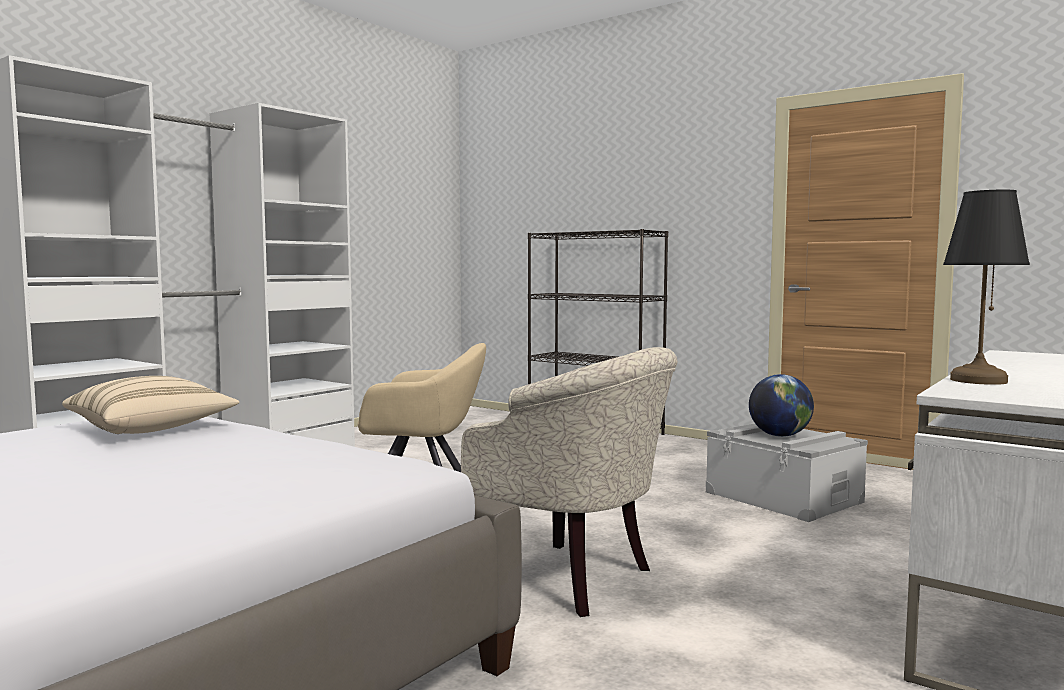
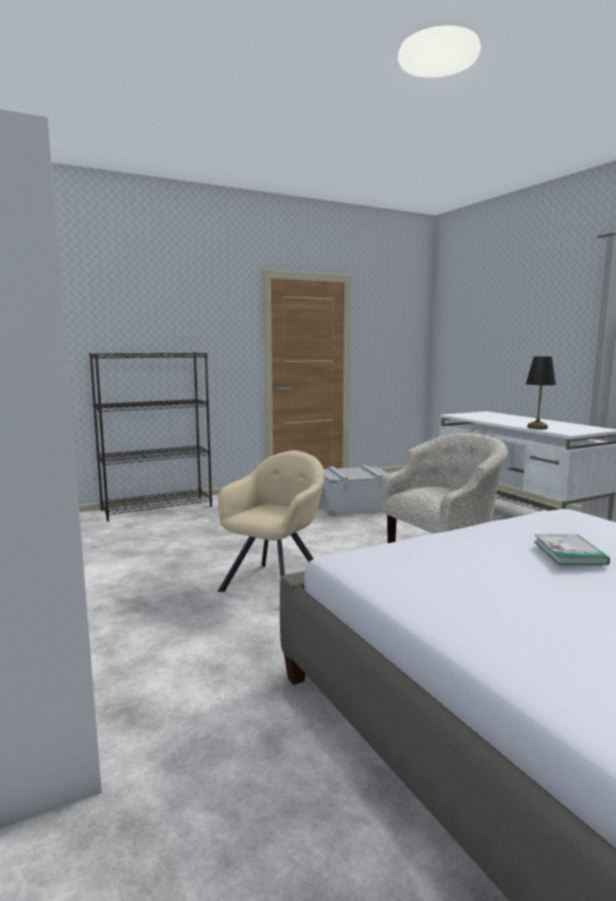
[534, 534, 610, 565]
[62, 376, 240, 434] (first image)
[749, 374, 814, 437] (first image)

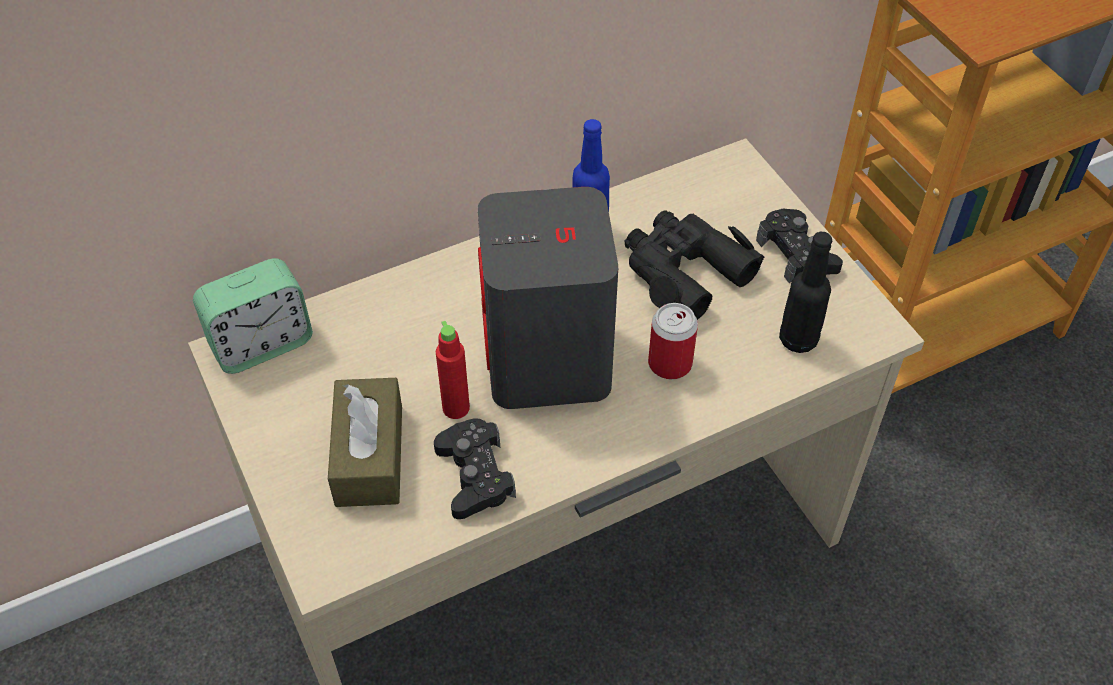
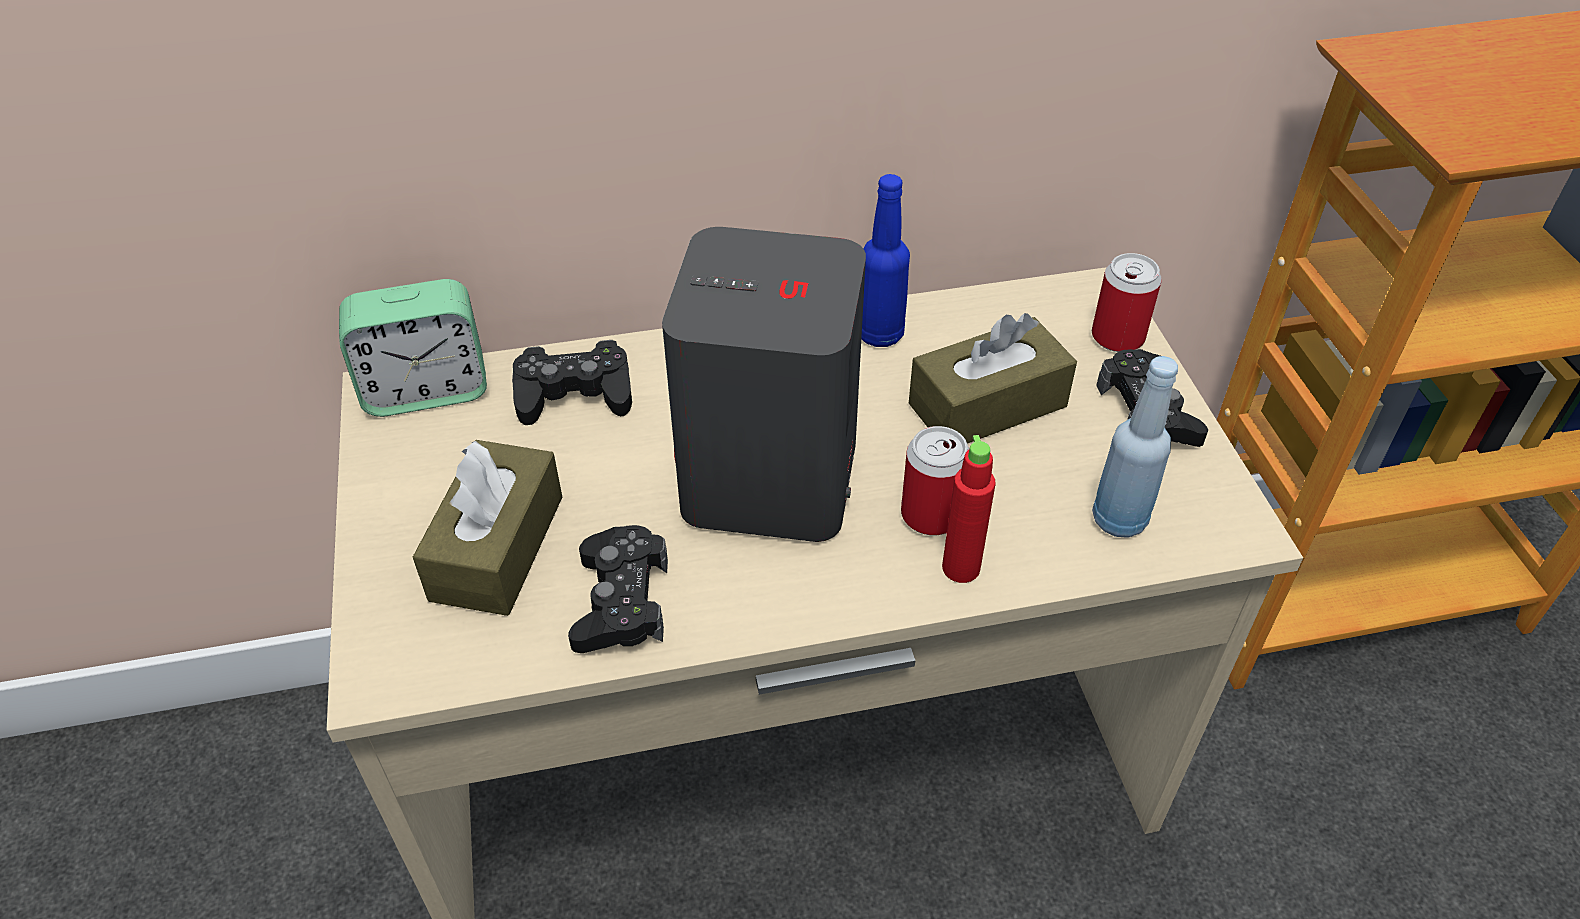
[512, 340, 632, 425]
[909, 313, 1077, 444]
[942, 435, 996, 583]
[1092, 253, 1162, 352]
[1092, 356, 1178, 538]

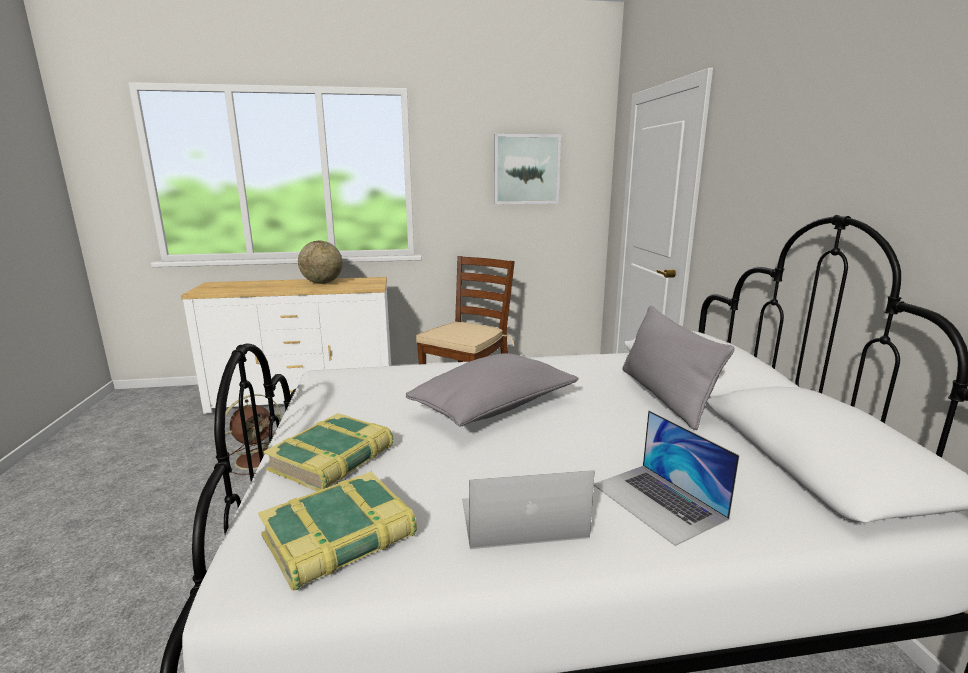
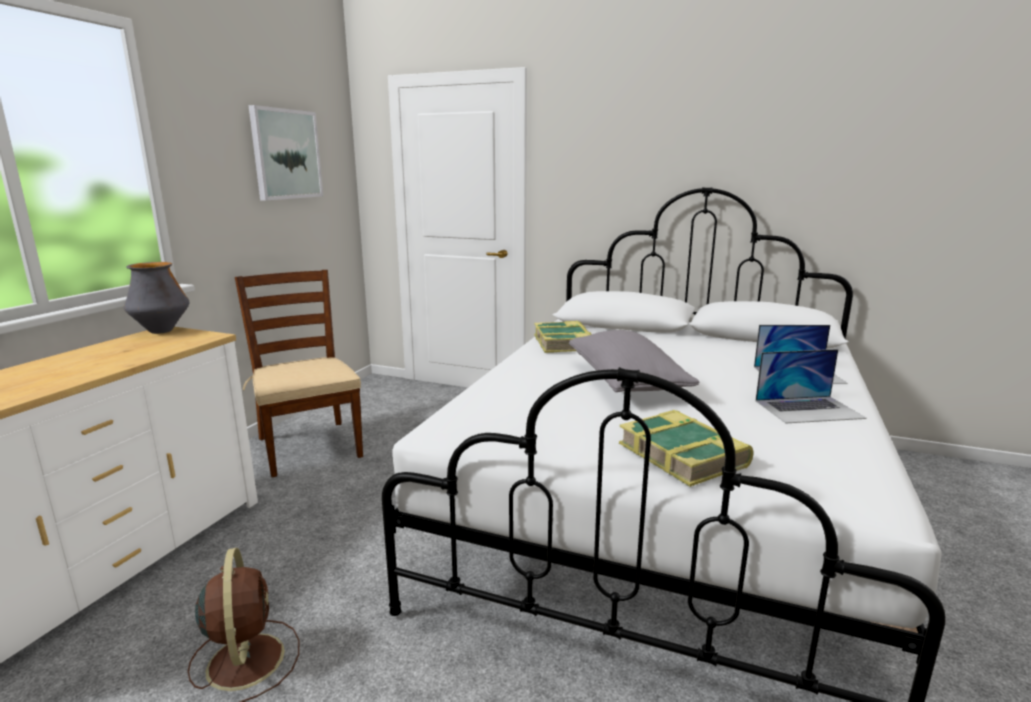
[124, 262, 190, 334]
[534, 321, 592, 353]
[755, 349, 867, 423]
[298, 241, 343, 284] (first image)
[622, 305, 735, 430] (first image)

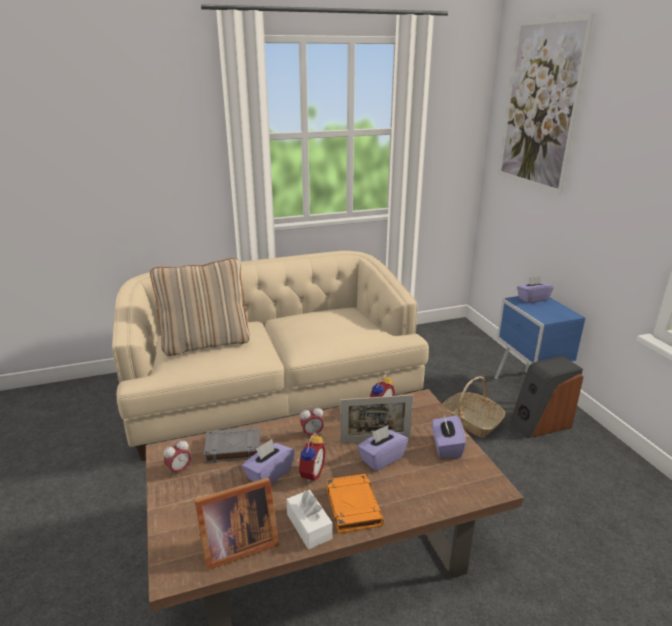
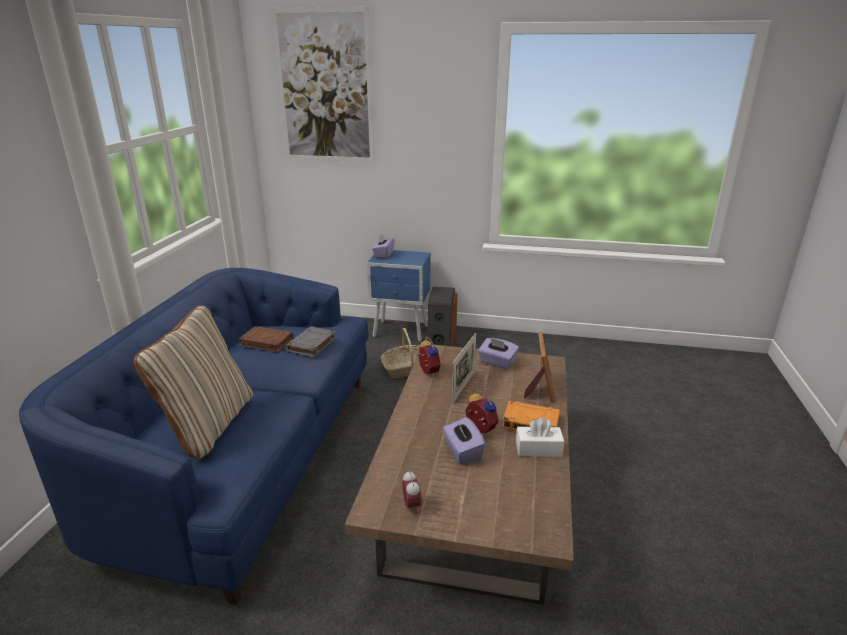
[19, 268, 369, 605]
[239, 326, 293, 352]
[285, 326, 336, 357]
[524, 332, 555, 402]
[300, 406, 324, 438] (first image)
[357, 425, 408, 471] (first image)

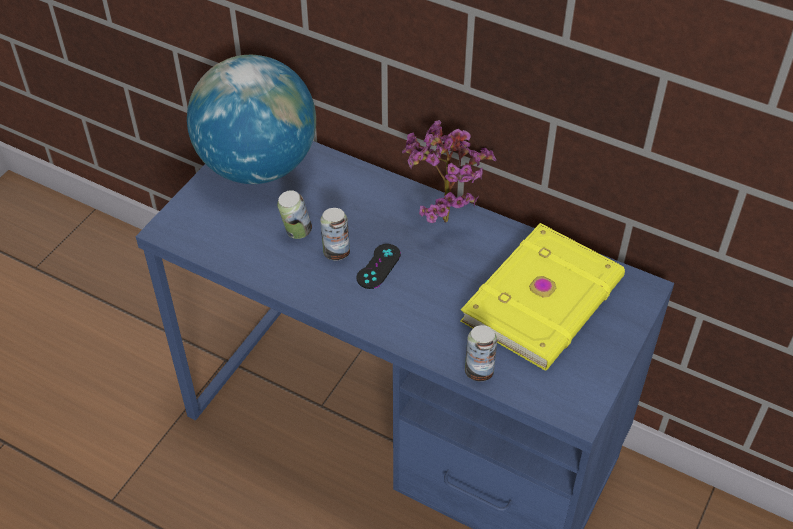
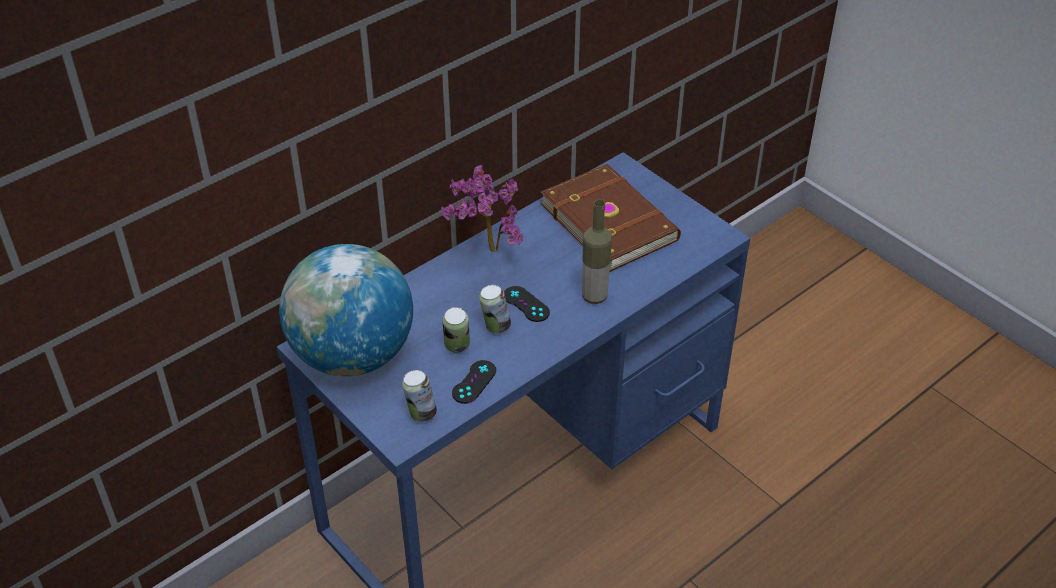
[402, 370, 437, 422]
[452, 360, 496, 404]
[540, 164, 681, 272]
[582, 200, 612, 304]

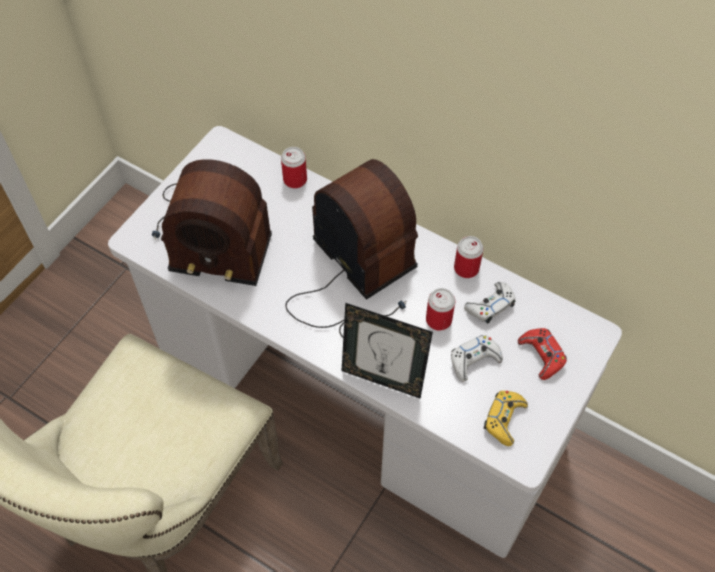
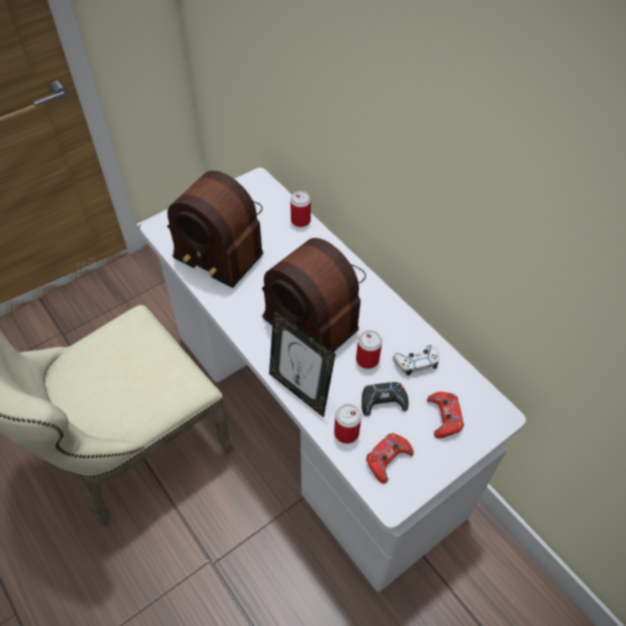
[262, 238, 366, 352]
[334, 404, 362, 444]
[362, 382, 408, 416]
[366, 433, 414, 484]

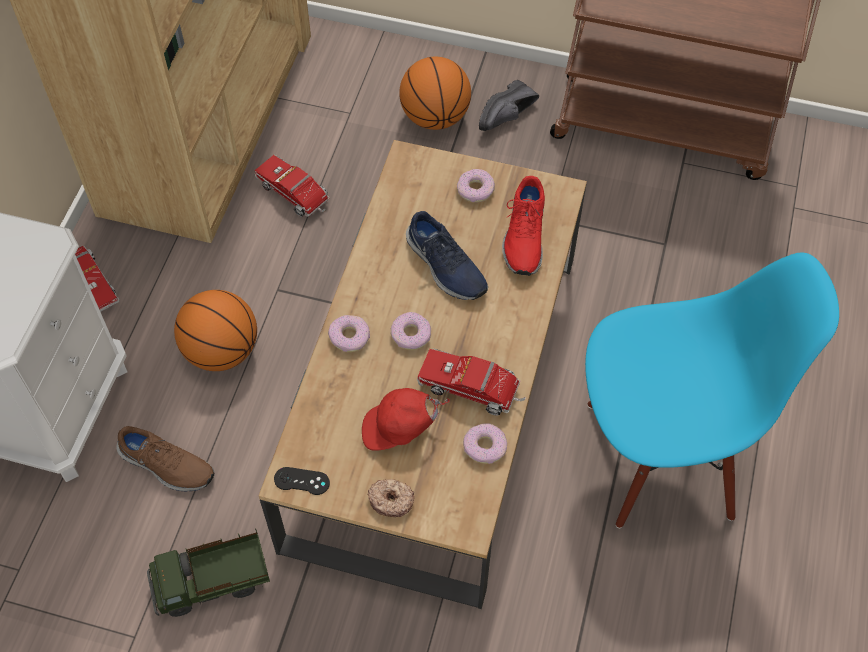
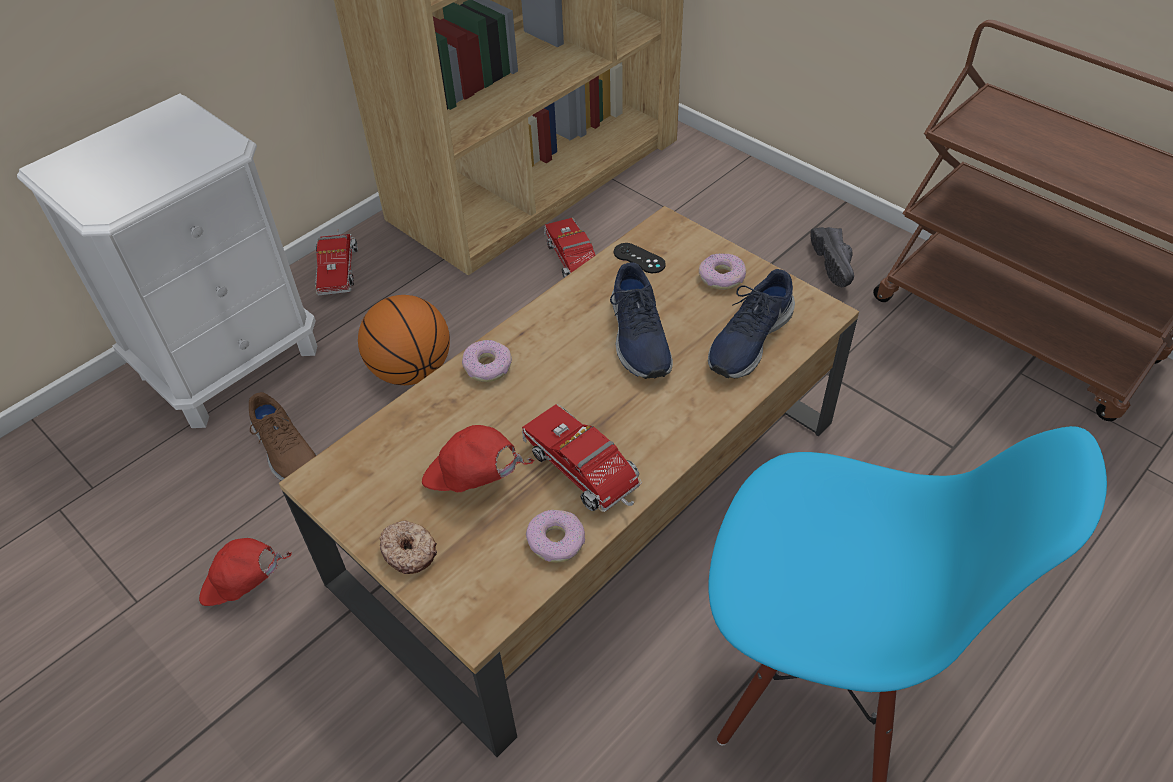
[199, 538, 292, 606]
[614, 243, 666, 273]
[708, 269, 795, 378]
[811, 227, 854, 287]
[390, 312, 431, 350] (first image)
[399, 57, 471, 130] (first image)

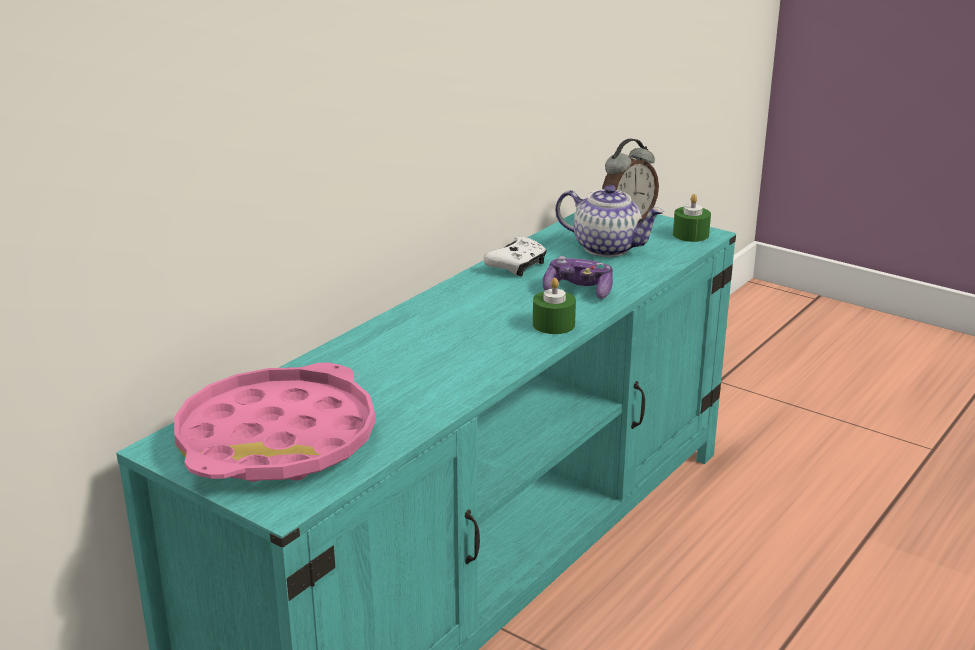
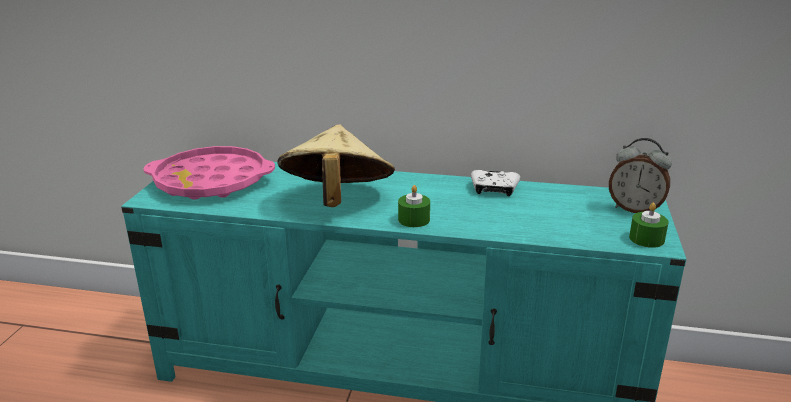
[277, 125, 395, 207]
[543, 256, 613, 299] (first image)
[555, 185, 664, 257] (first image)

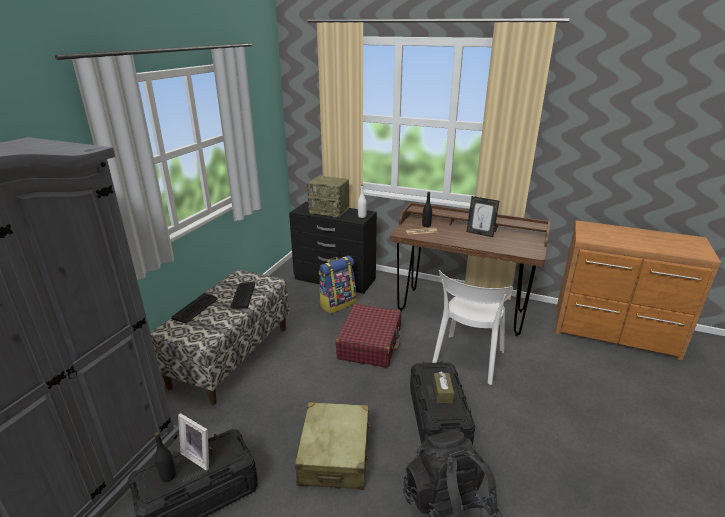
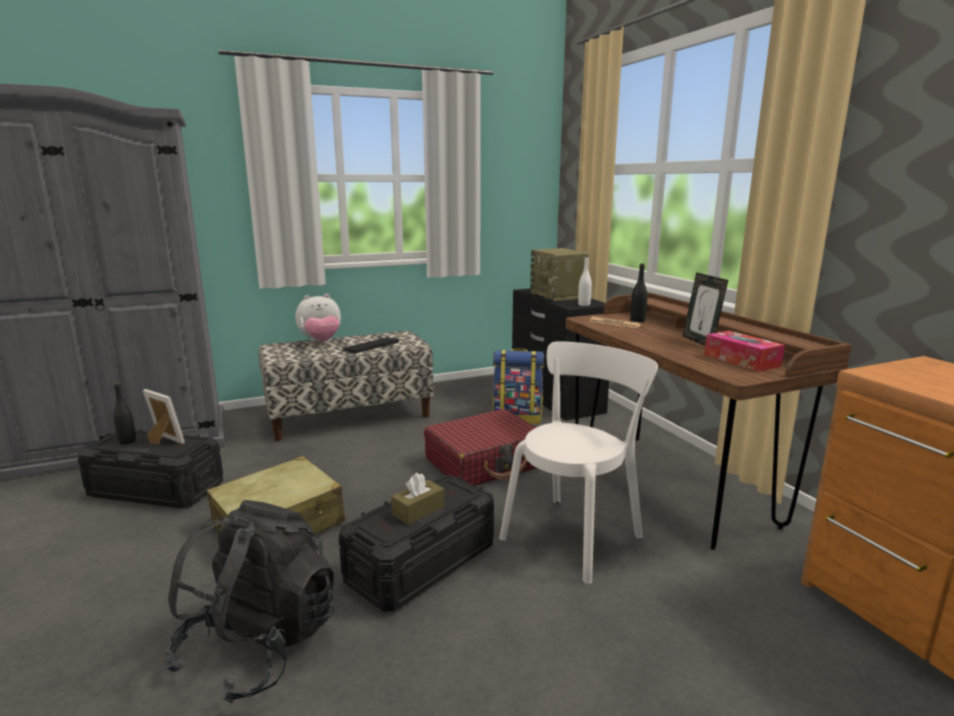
[143, 389, 185, 445]
[295, 294, 341, 342]
[499, 341, 658, 584]
[704, 331, 785, 372]

